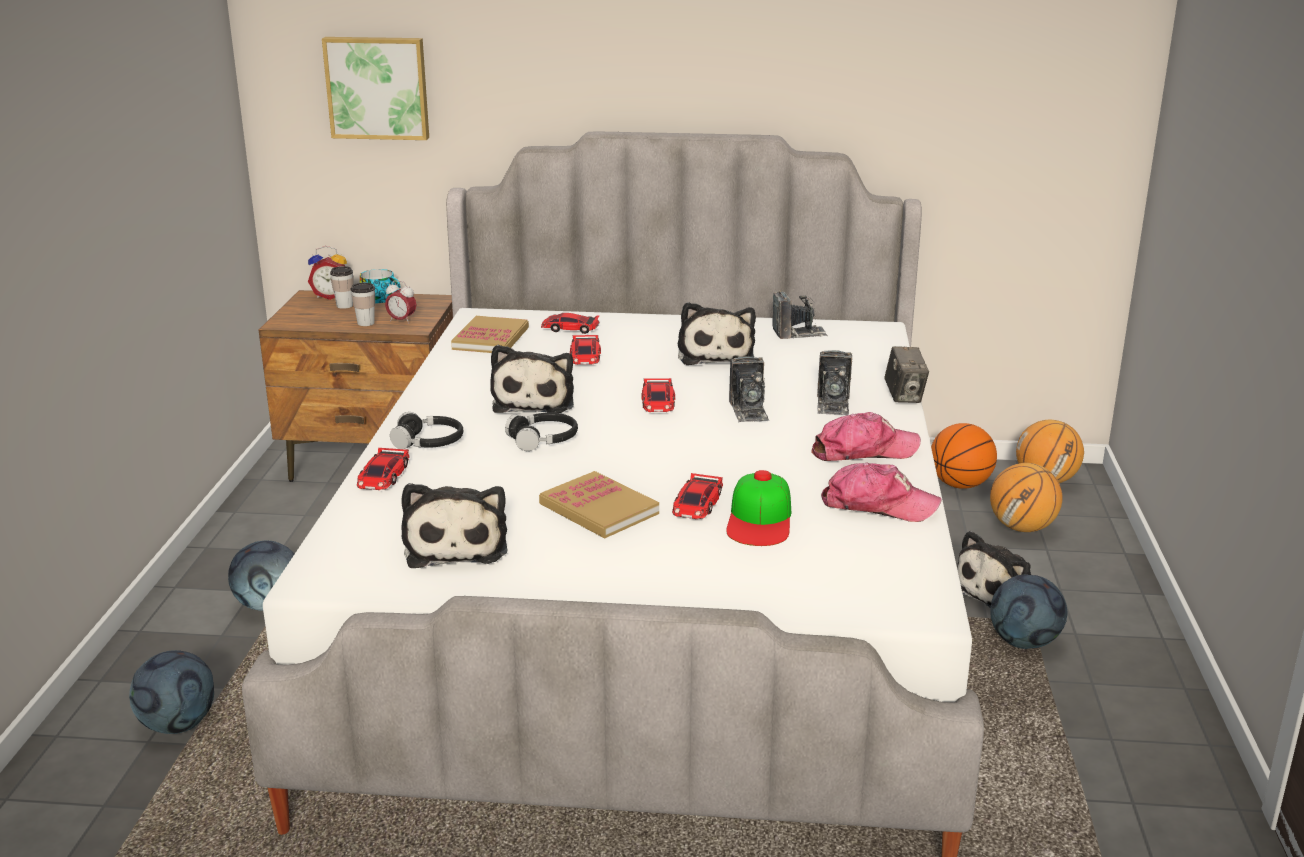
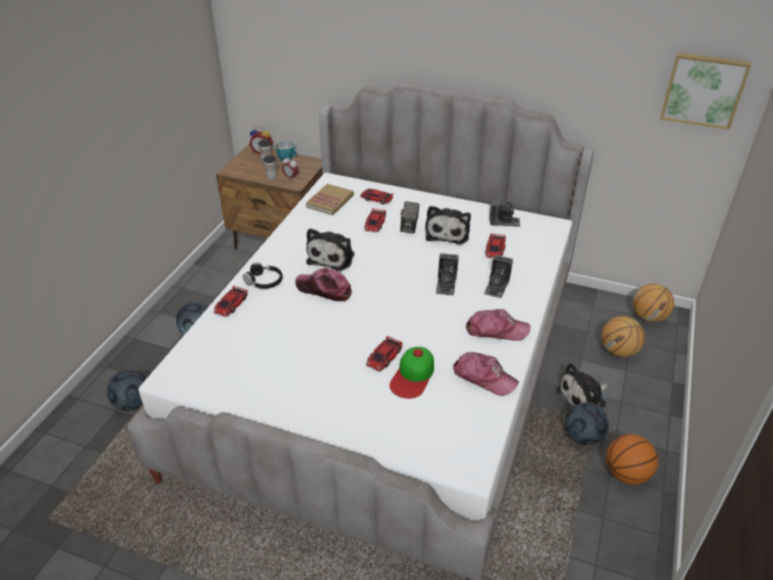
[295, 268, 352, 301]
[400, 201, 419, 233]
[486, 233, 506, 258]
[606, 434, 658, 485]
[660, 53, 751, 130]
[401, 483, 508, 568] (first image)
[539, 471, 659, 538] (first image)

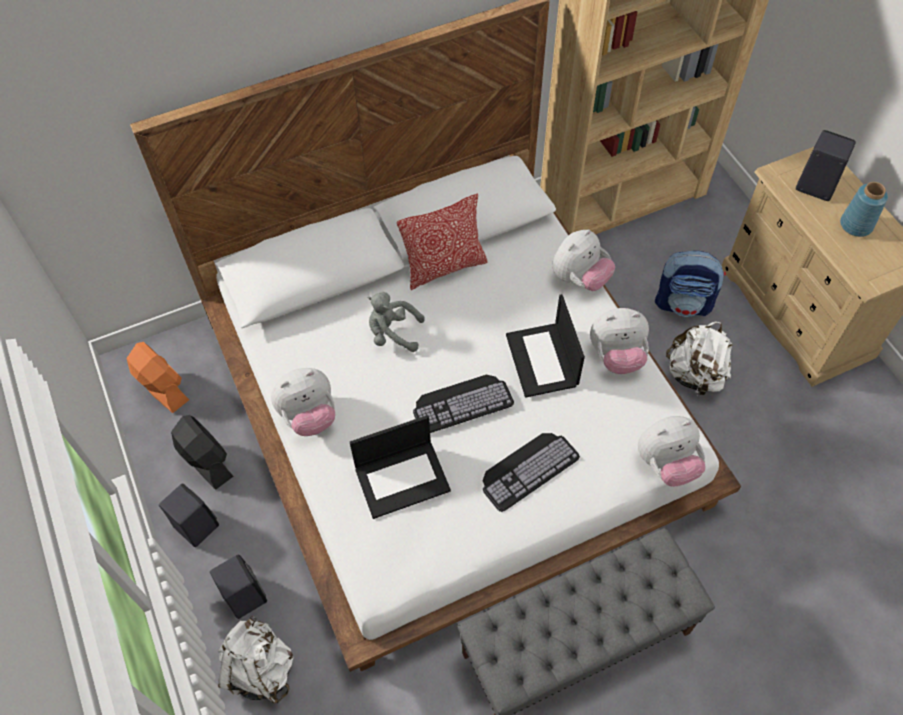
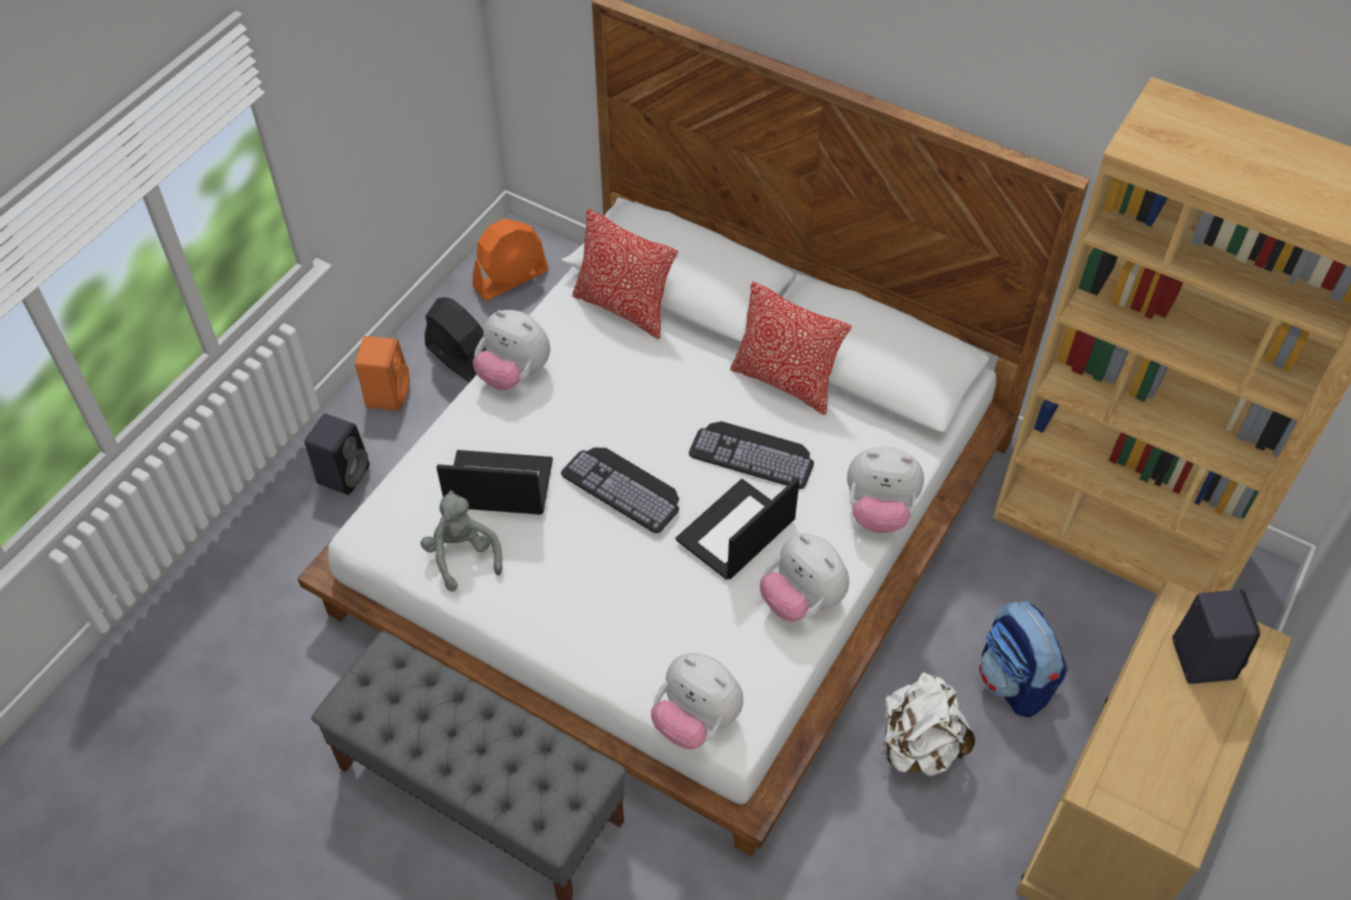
[355, 336, 410, 411]
[421, 490, 502, 592]
[425, 297, 486, 383]
[436, 450, 553, 515]
[472, 219, 548, 301]
[572, 209, 678, 339]
[689, 421, 814, 489]
[218, 616, 294, 703] (first image)
[840, 182, 888, 237] (first image)

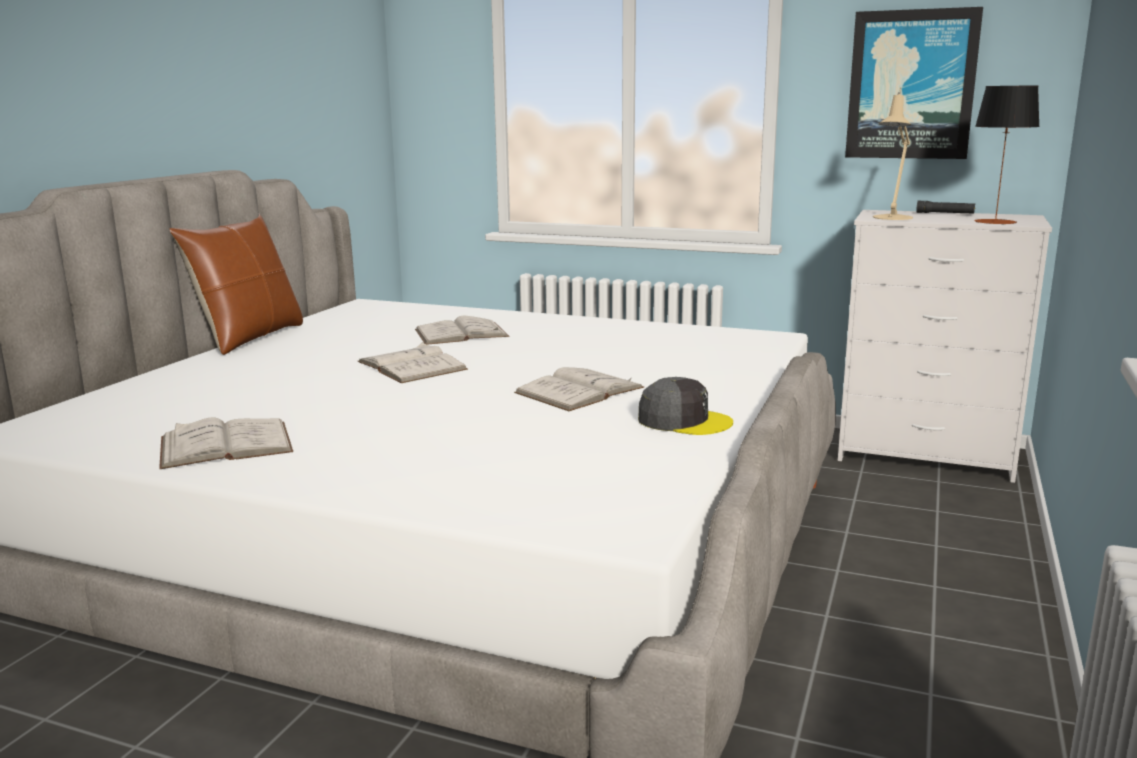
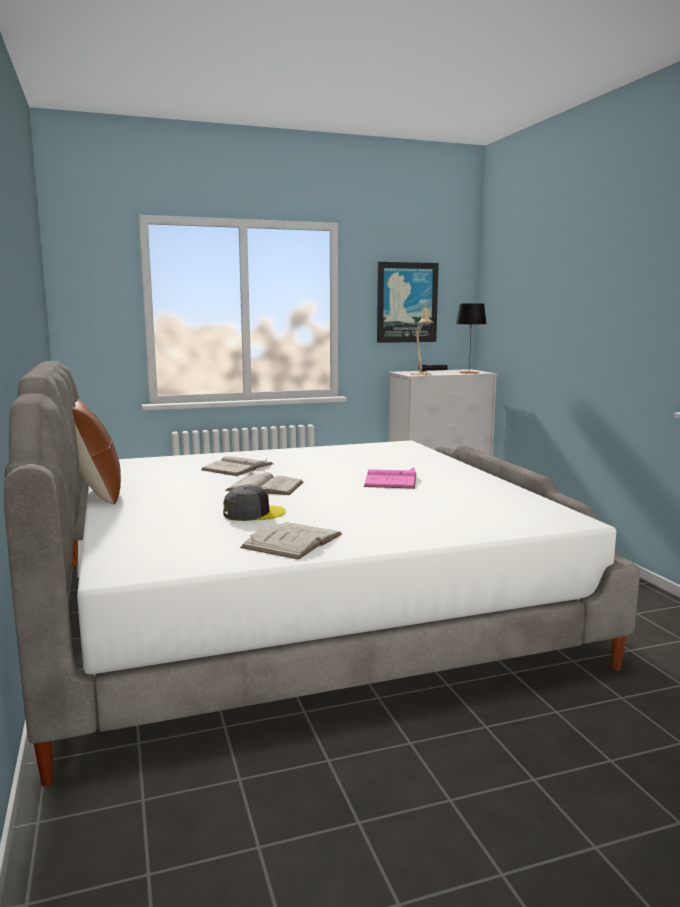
[223, 486, 285, 521]
[364, 467, 416, 489]

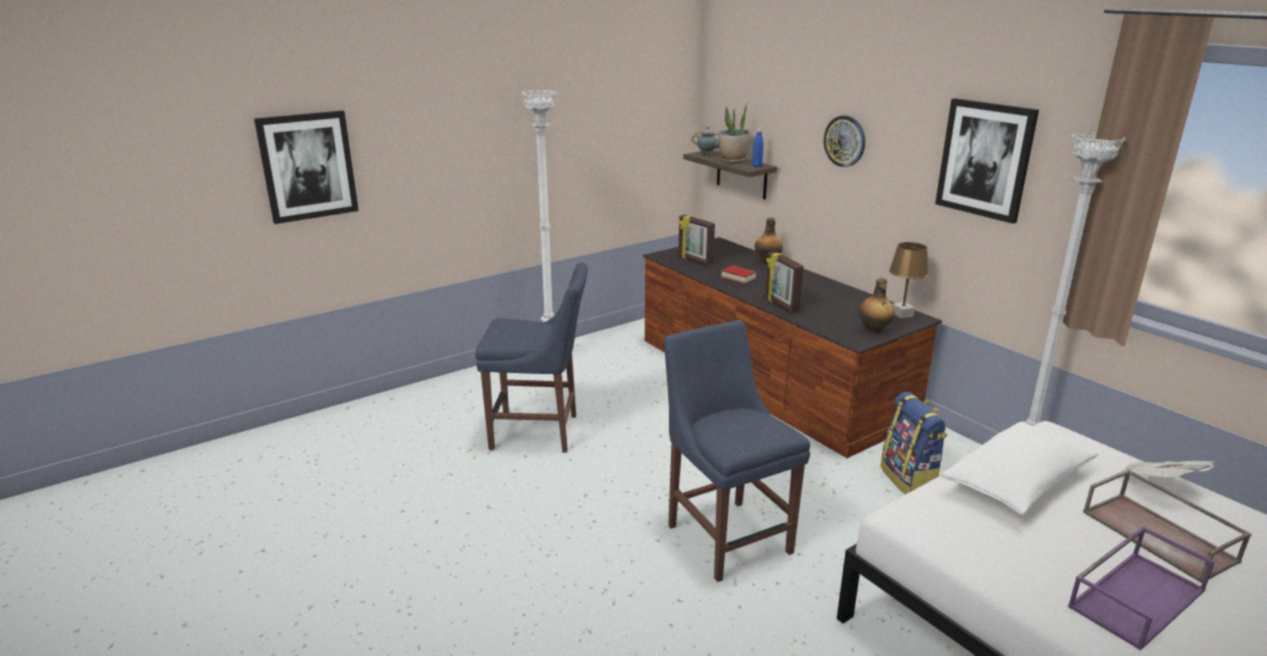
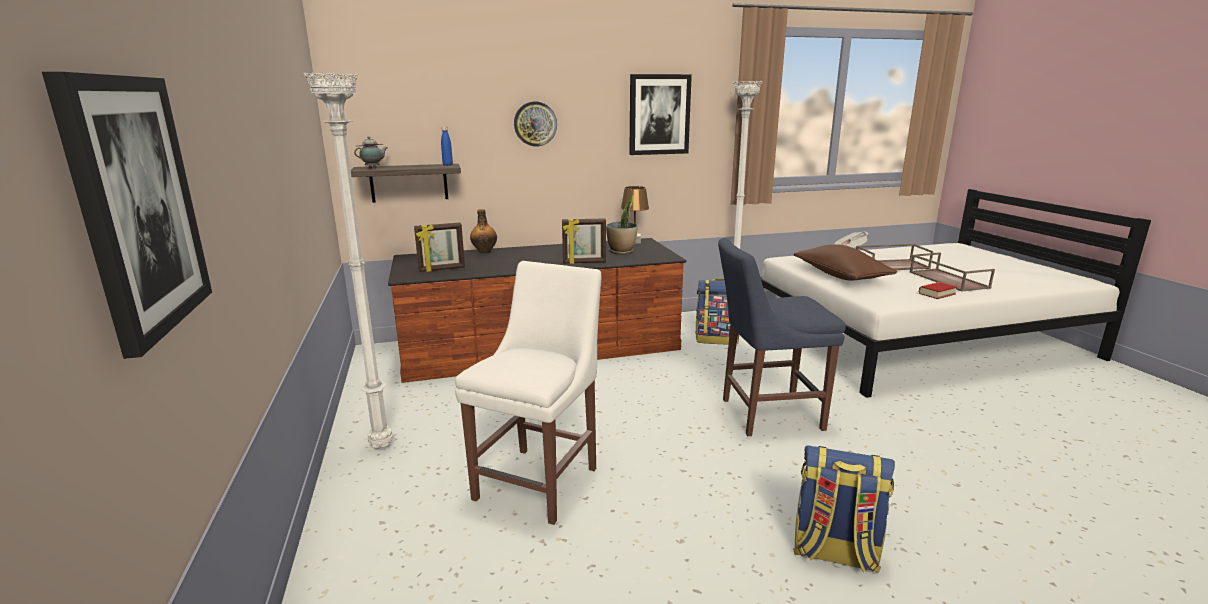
[455, 261, 602, 525]
[606, 194, 638, 254]
[793, 446, 895, 573]
[794, 244, 898, 280]
[910, 252, 995, 292]
[919, 282, 957, 299]
[859, 278, 895, 334] (first image)

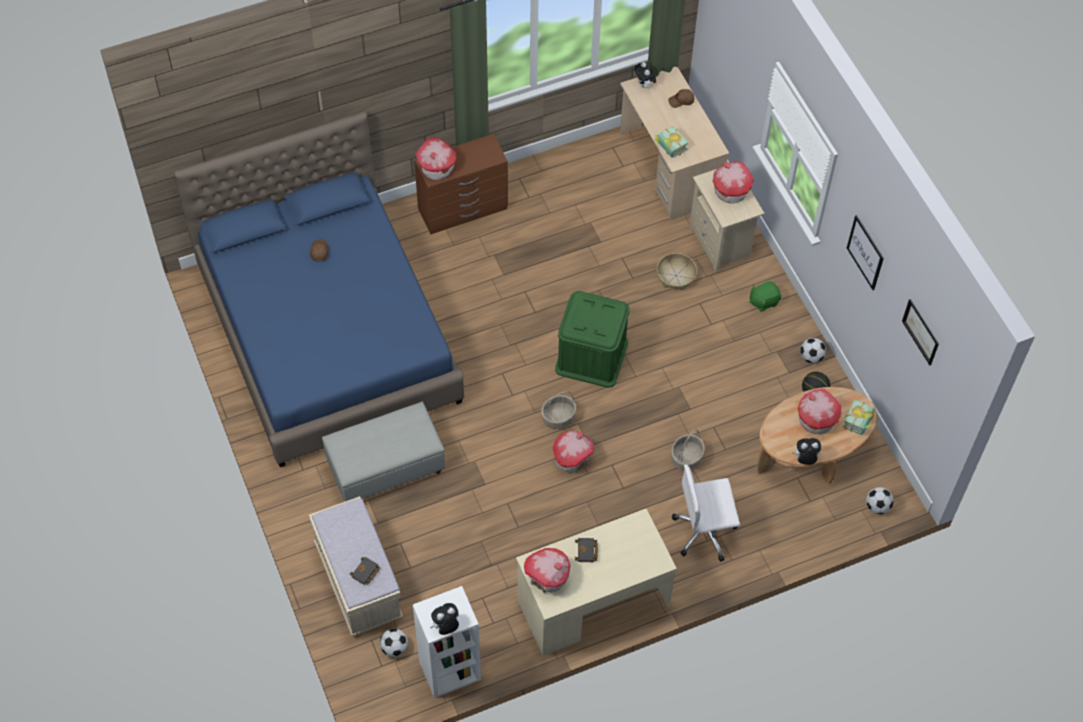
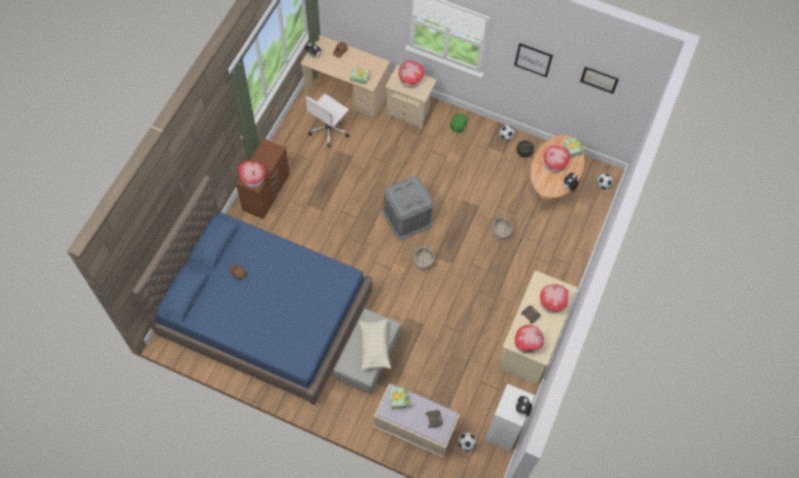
[305, 94, 349, 147]
[359, 319, 391, 370]
[382, 176, 434, 240]
[390, 387, 412, 410]
[540, 284, 568, 313]
[657, 253, 697, 290] (first image)

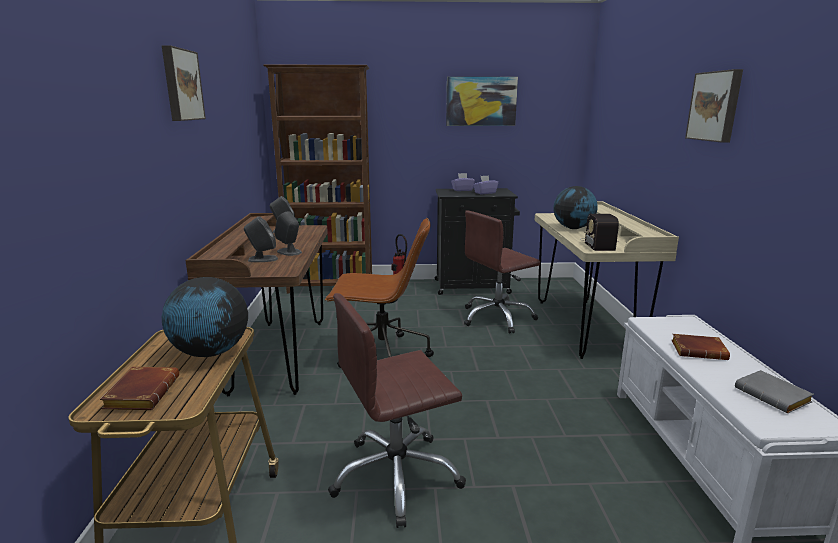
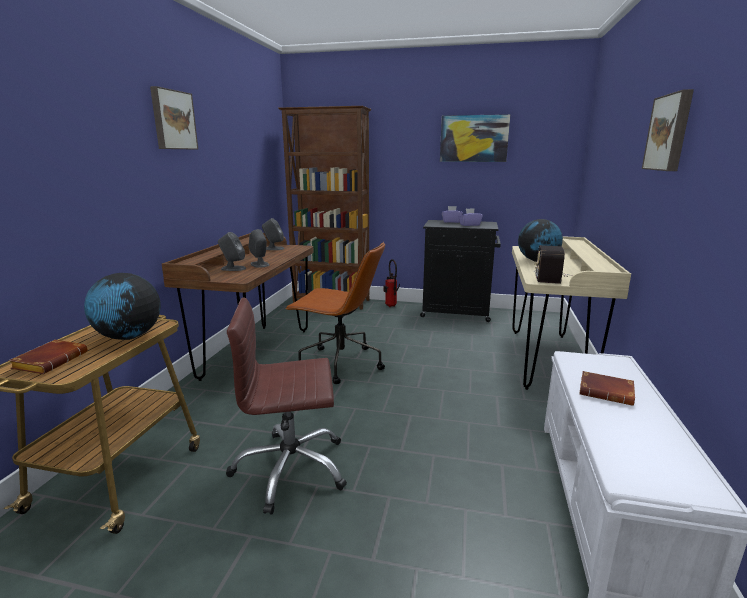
[464, 210, 540, 334] (first image)
[735, 370, 814, 413] (first image)

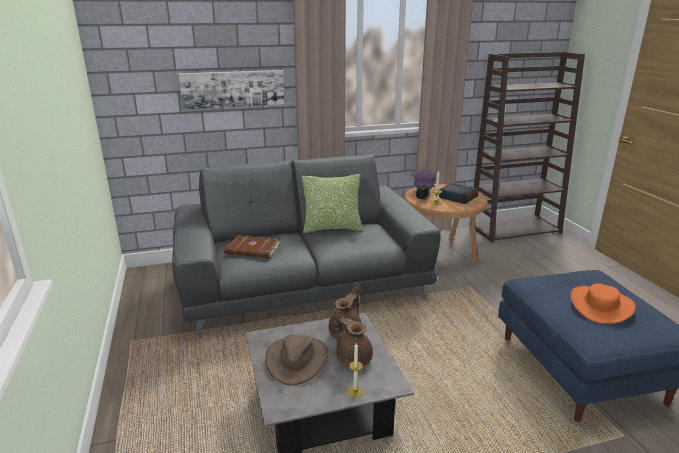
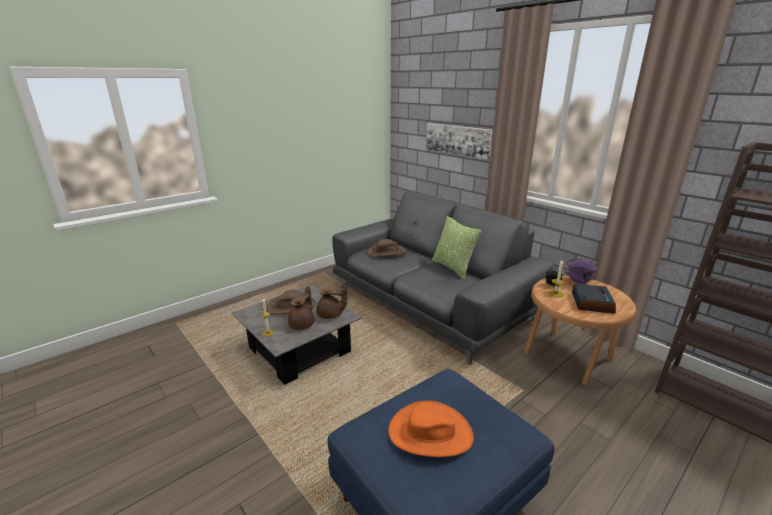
[367, 239, 408, 257]

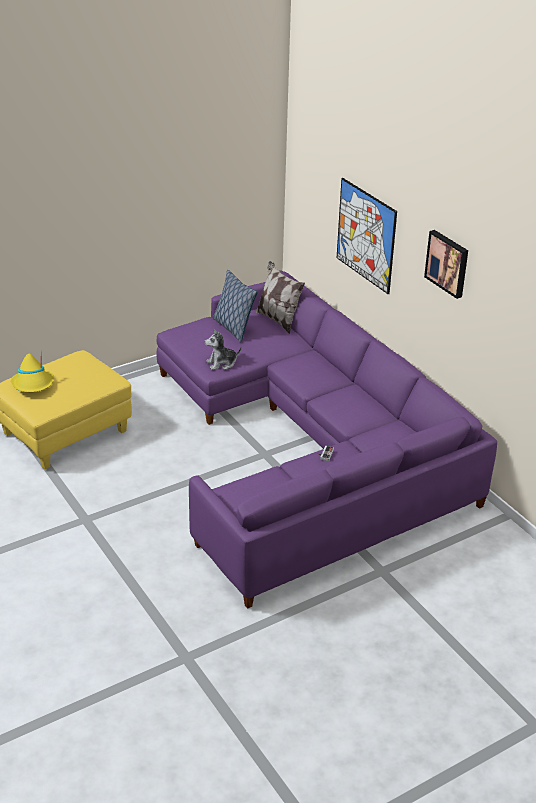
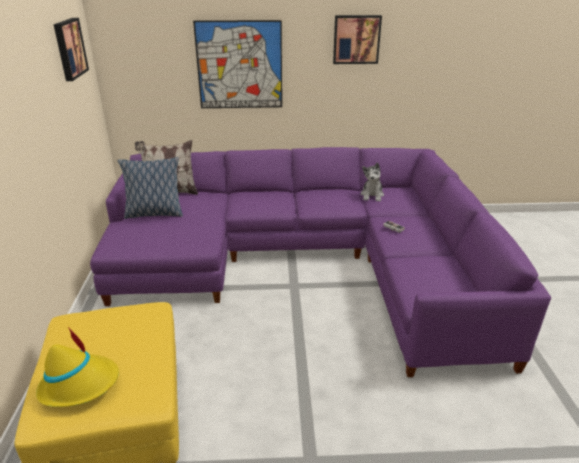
[54, 18, 89, 81]
[361, 162, 384, 201]

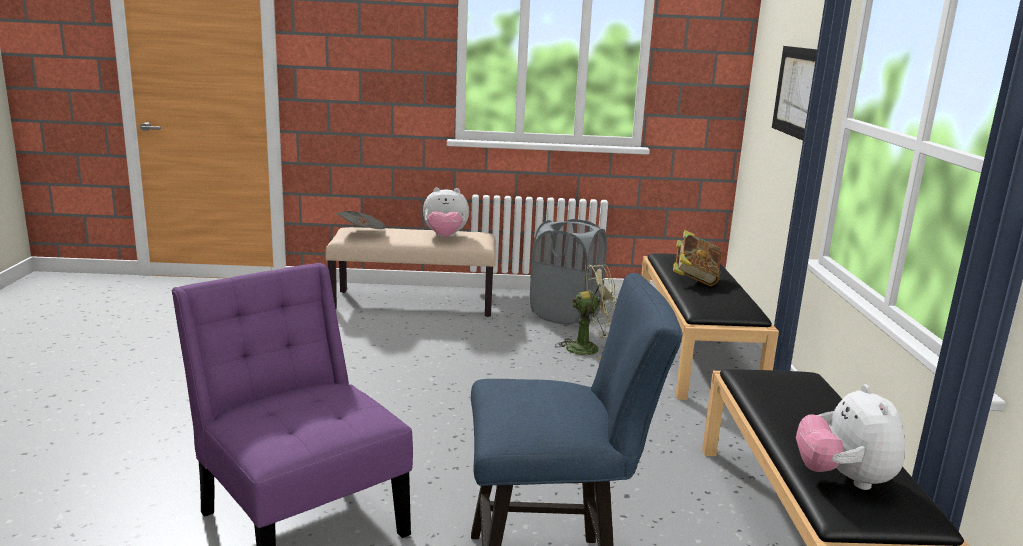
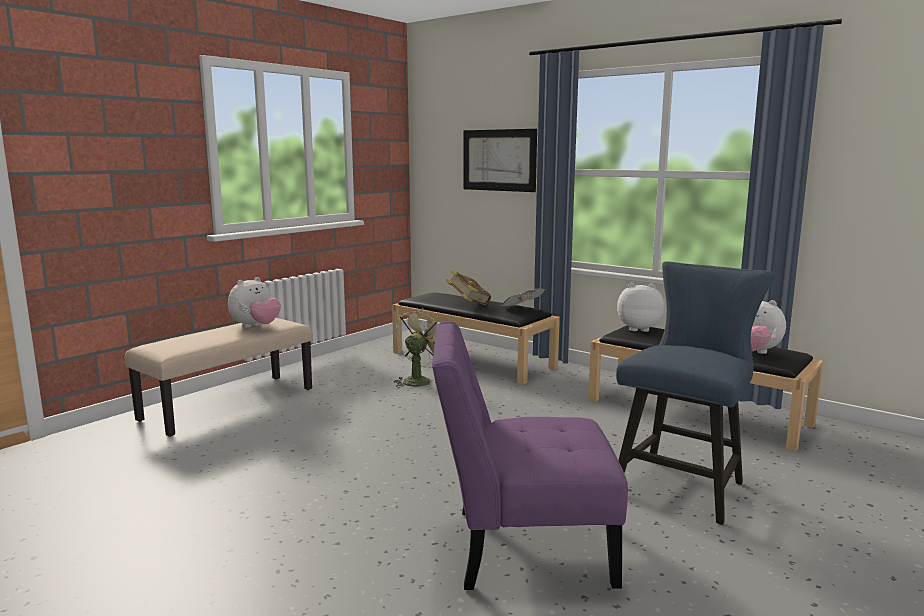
[500, 288, 546, 306]
[617, 283, 664, 332]
[530, 219, 607, 325] (first image)

